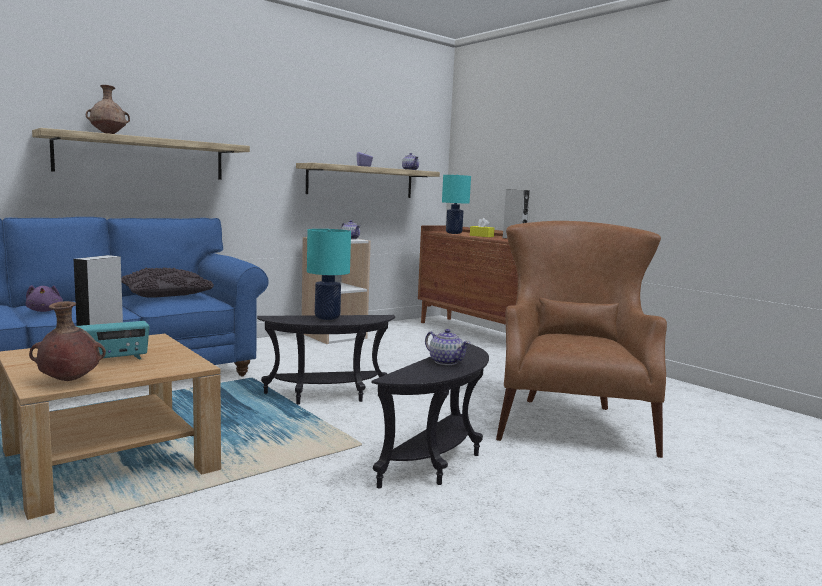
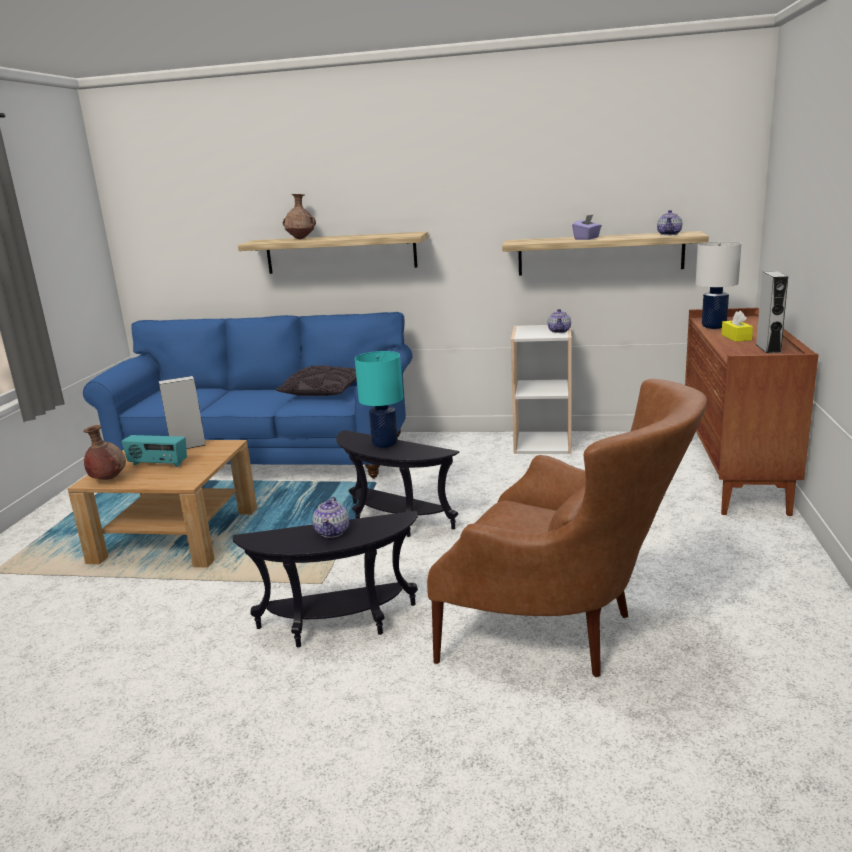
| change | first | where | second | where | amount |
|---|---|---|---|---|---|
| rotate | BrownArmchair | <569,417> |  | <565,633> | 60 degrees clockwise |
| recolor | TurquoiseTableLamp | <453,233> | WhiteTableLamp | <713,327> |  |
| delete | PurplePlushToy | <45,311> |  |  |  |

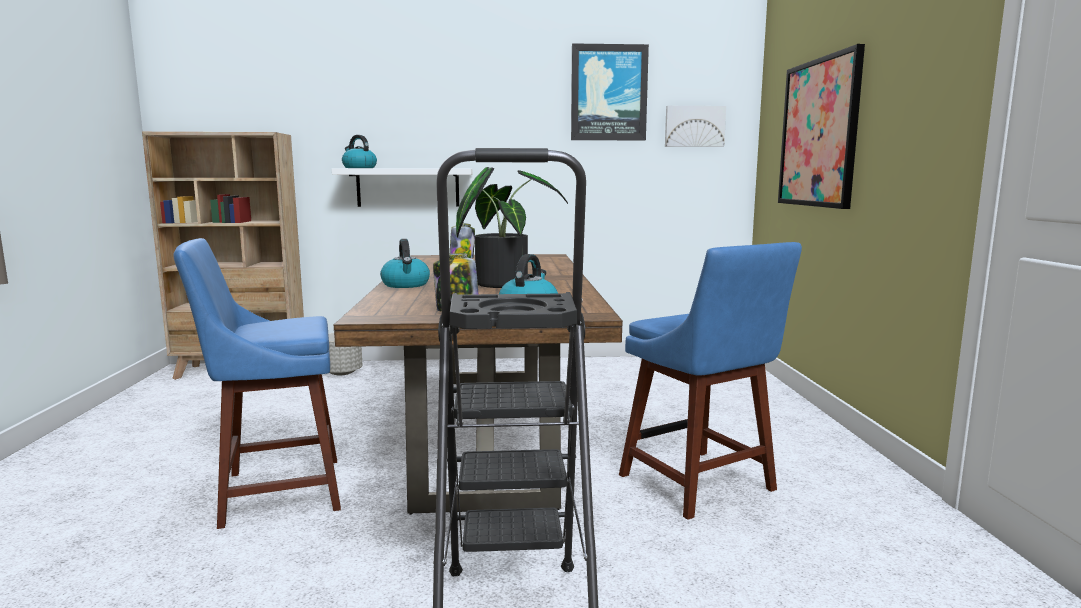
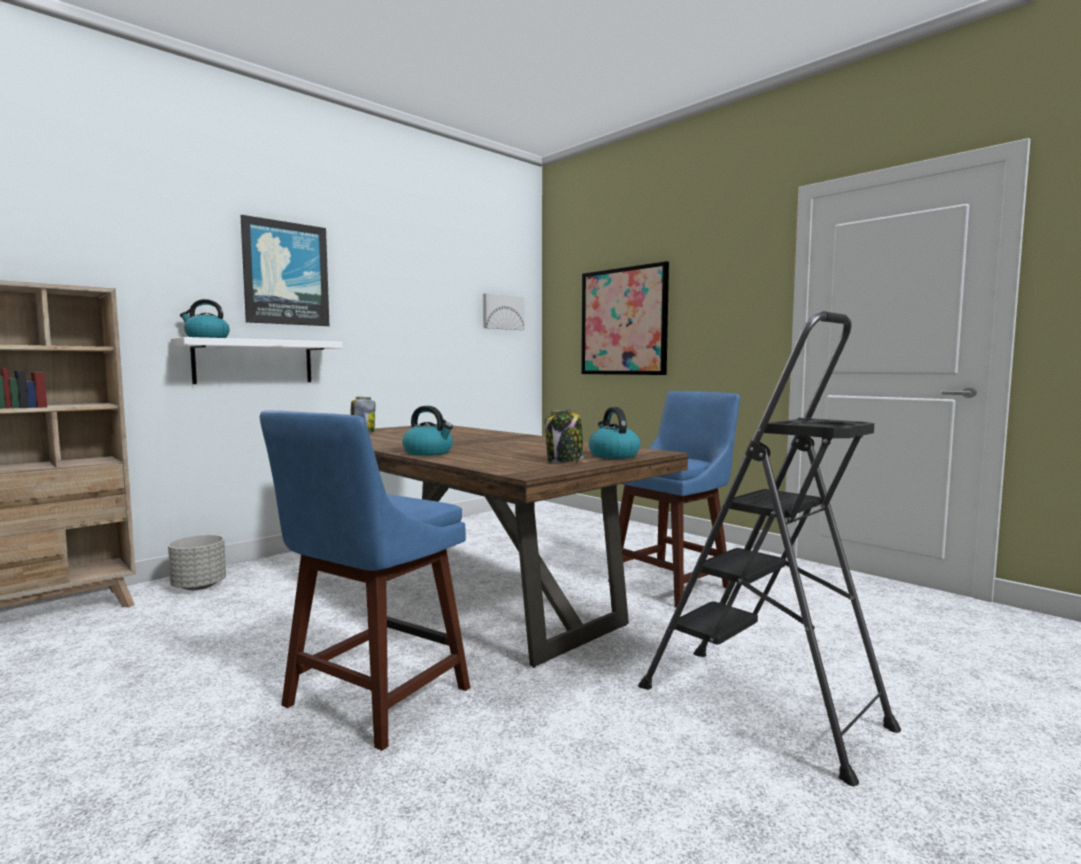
| change | first | where | second | where | amount |
|---|---|---|---|---|---|
| move | Picture | <608,93> |  | <286,273> |  |
| rotate | BlueChair | <701,485> |  | <673,583> | 60 degrees counterclockwise |
| delete | PottedPlant | <503,283> |  |  |  |

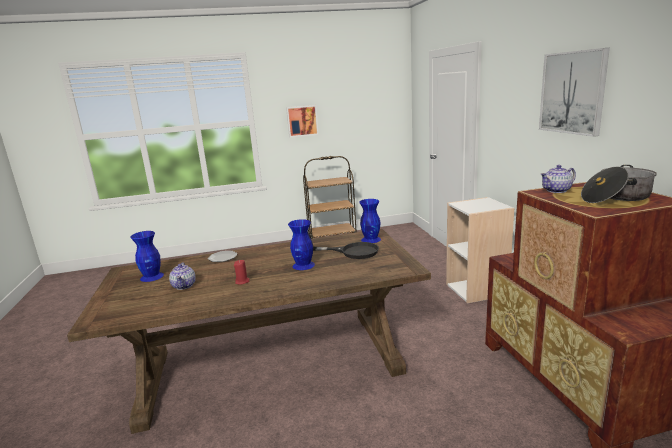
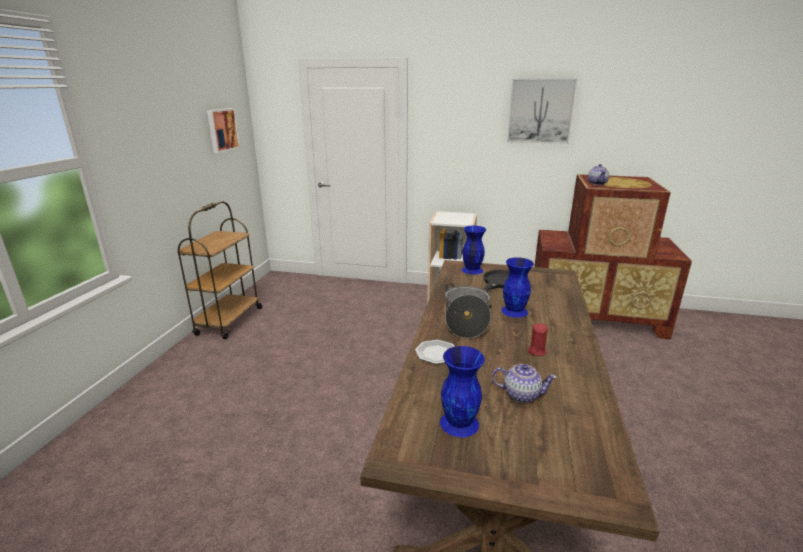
| change | first | where | second | where | amount |
|---|---|---|---|---|---|
| move | Picture | <302,121> |  | <222,130> |  |
| move | CookingPot | <616,197> |  | <466,321> |  |

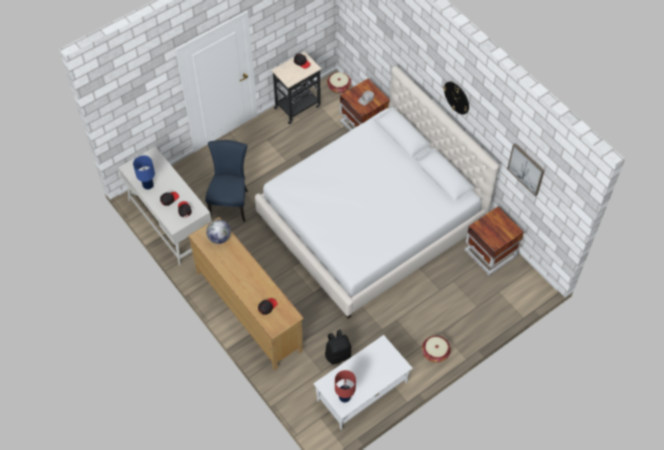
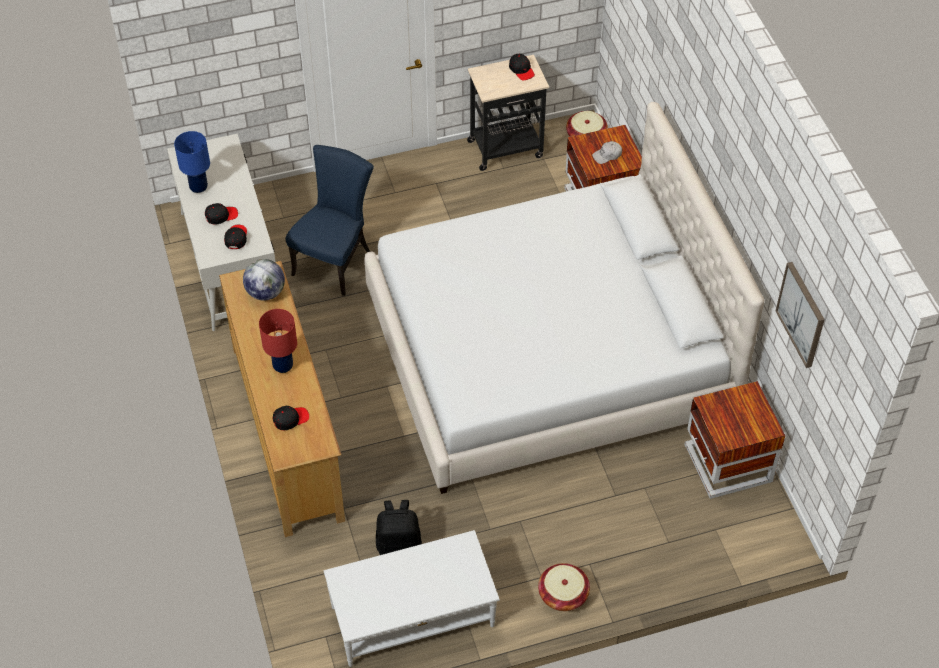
| change | first | where | second | where | amount |
|---|---|---|---|---|---|
| move | RedTableLamp | <344,397> |  | <283,366> |  |
| delete | WallClock | <457,97> |  |  |  |

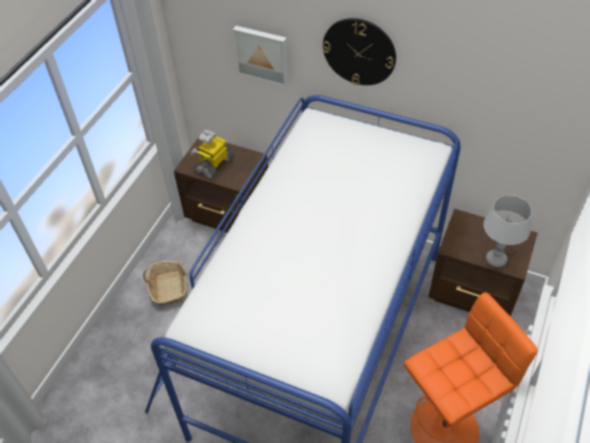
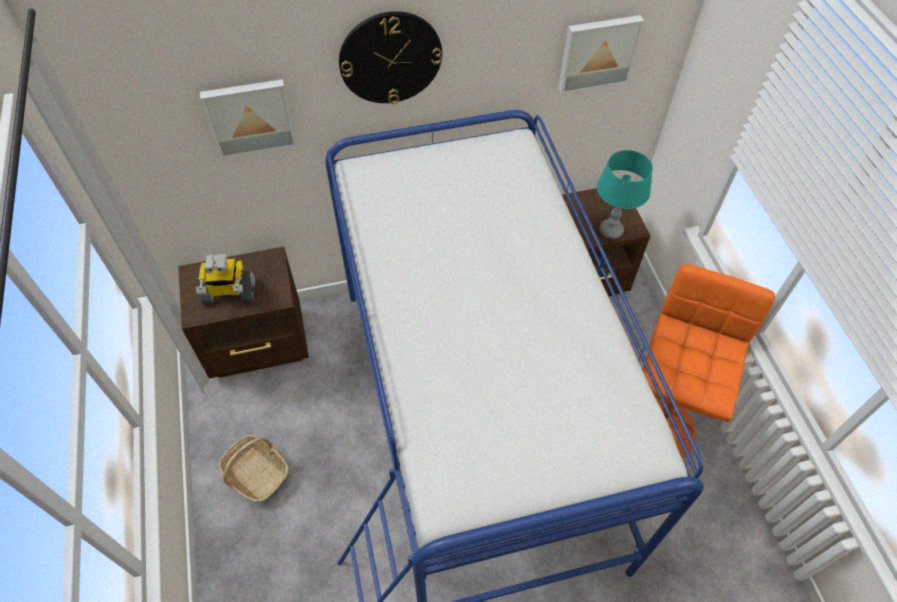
| change | first | where | second | where | amount |
|---|---|---|---|---|---|
| rotate | ToyRobot | <214,164> |  | <229,293> | 90 degrees counterclockwise |
| insert |  |  | Picture | <598,53> |  |
| recolor | GreyTableLamp | <495,259> | TurquoiseTableLamp | <610,230> |  |

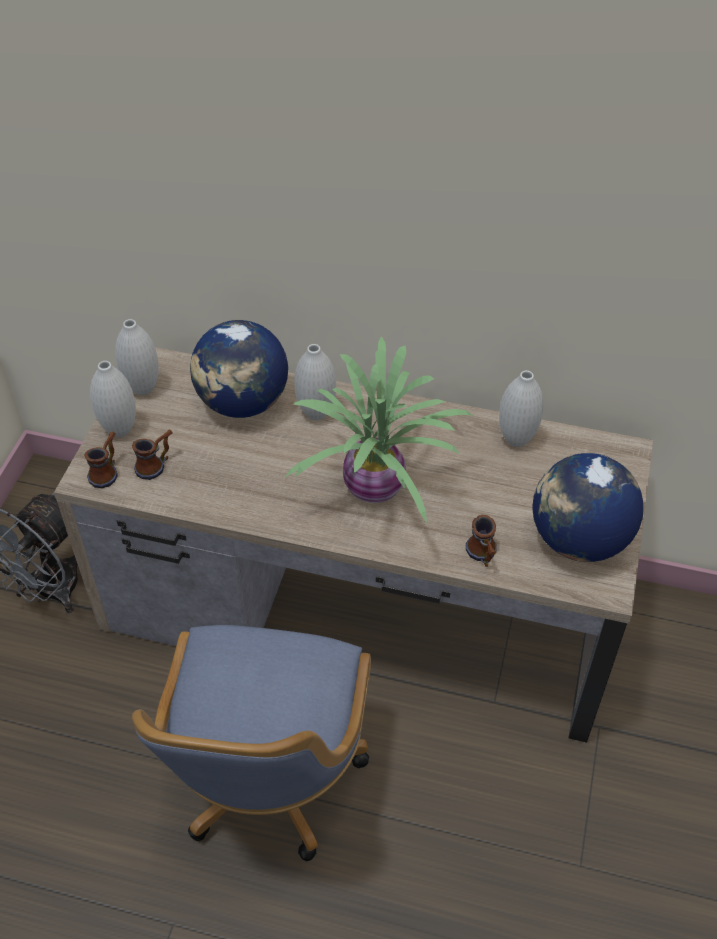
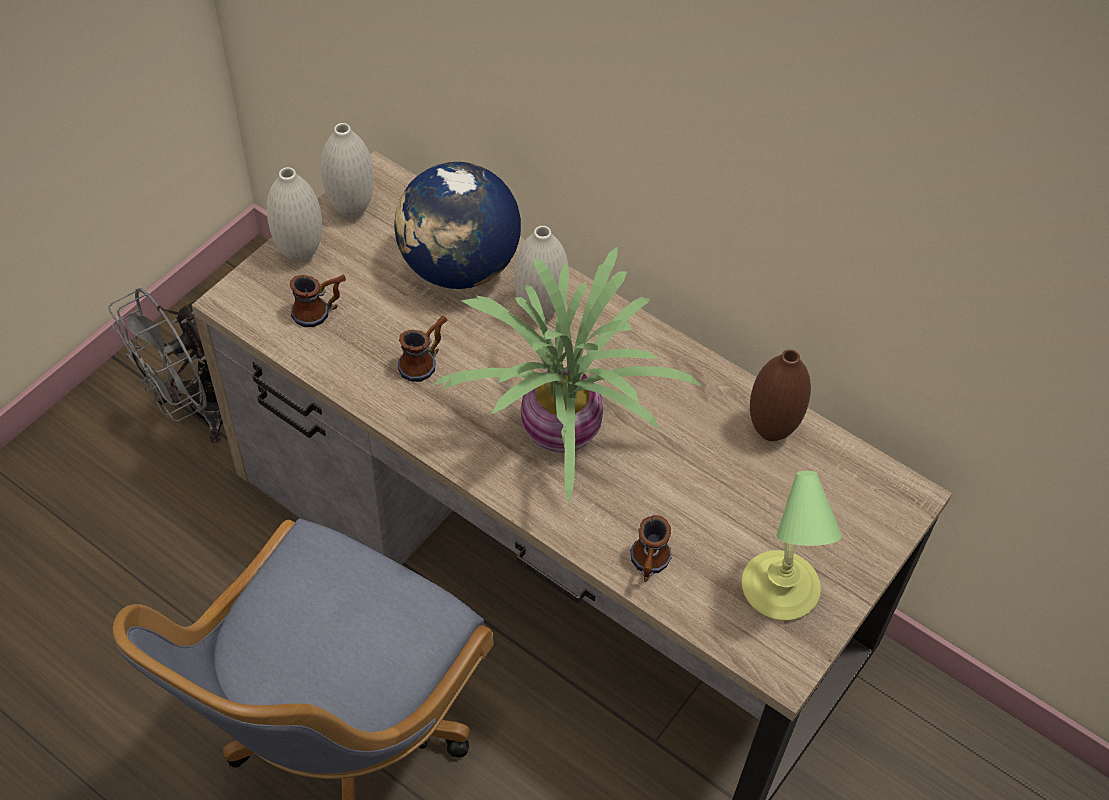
| change | first | where | second | where | amount |
|---|---|---|---|---|---|
| move | Mug | <107,471> |  | <424,361> |  |
| replace | Globe | <578,540> | TableLamp | <780,590> |  |
| recolor | WhiteVase | <516,440> | BrownVase | <771,430> |  |

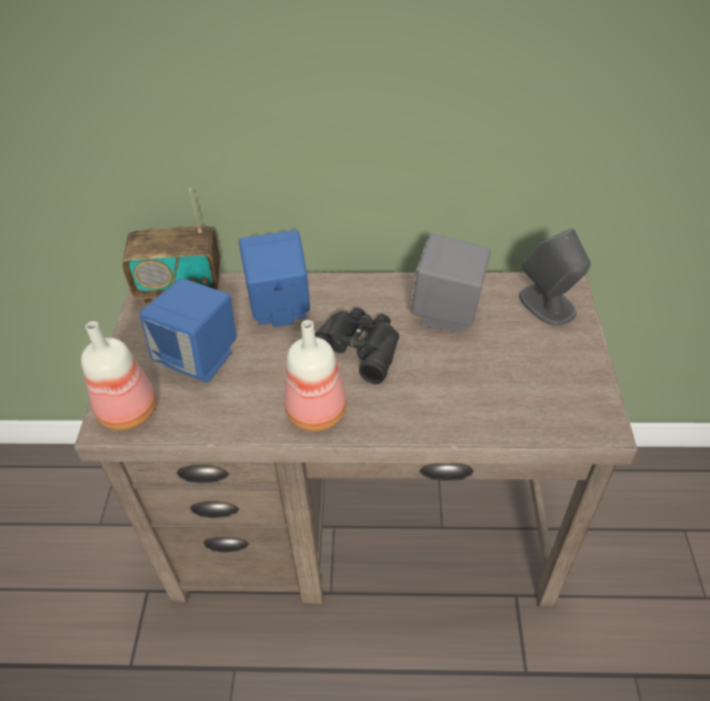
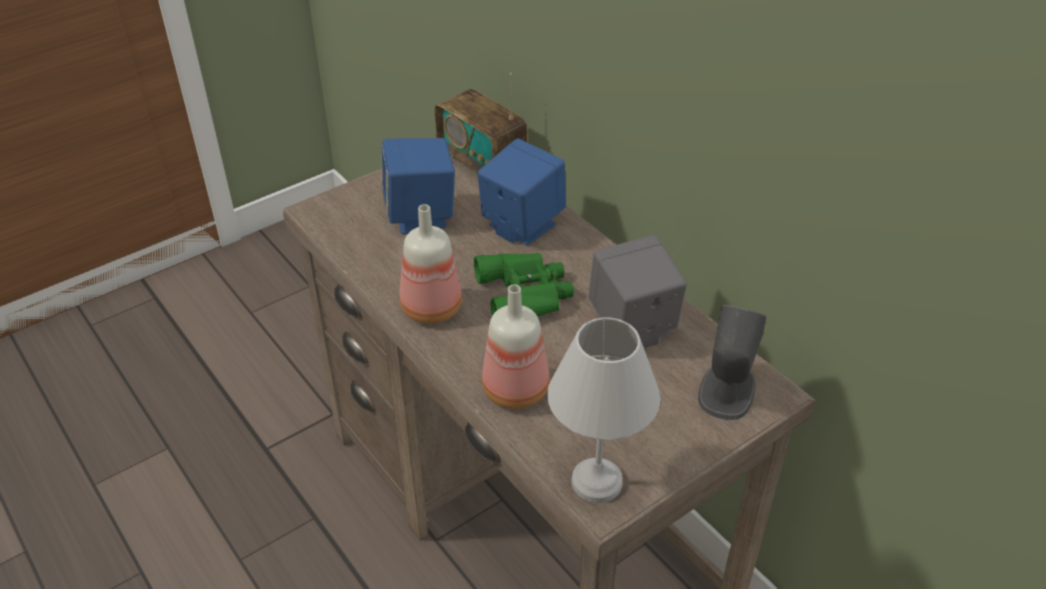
| change | first | where | second | where | amount |
|---|---|---|---|---|---|
| recolor | BlackBinoculars | <357,347> | GreenBinoculars | <526,293> |  |
| move | Bottle | <128,410> |  | <516,388> |  |
| insert |  |  | WhiteTableLamp | <599,482> |  |

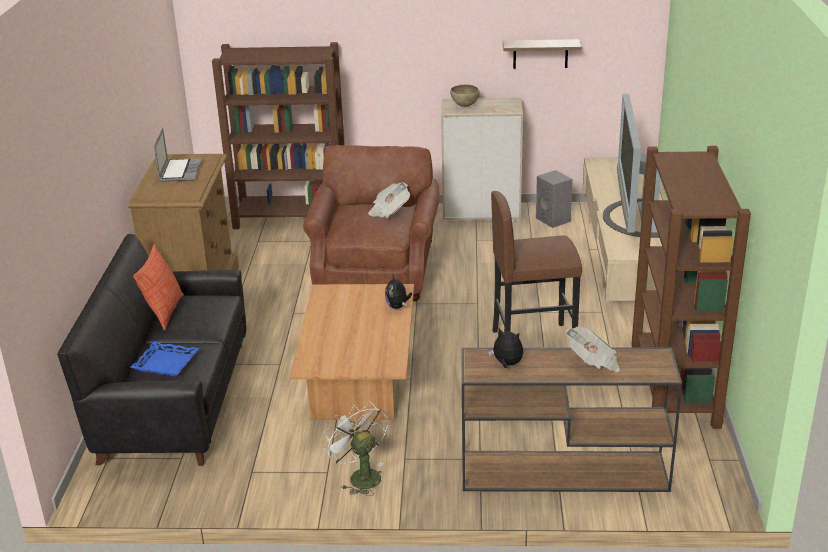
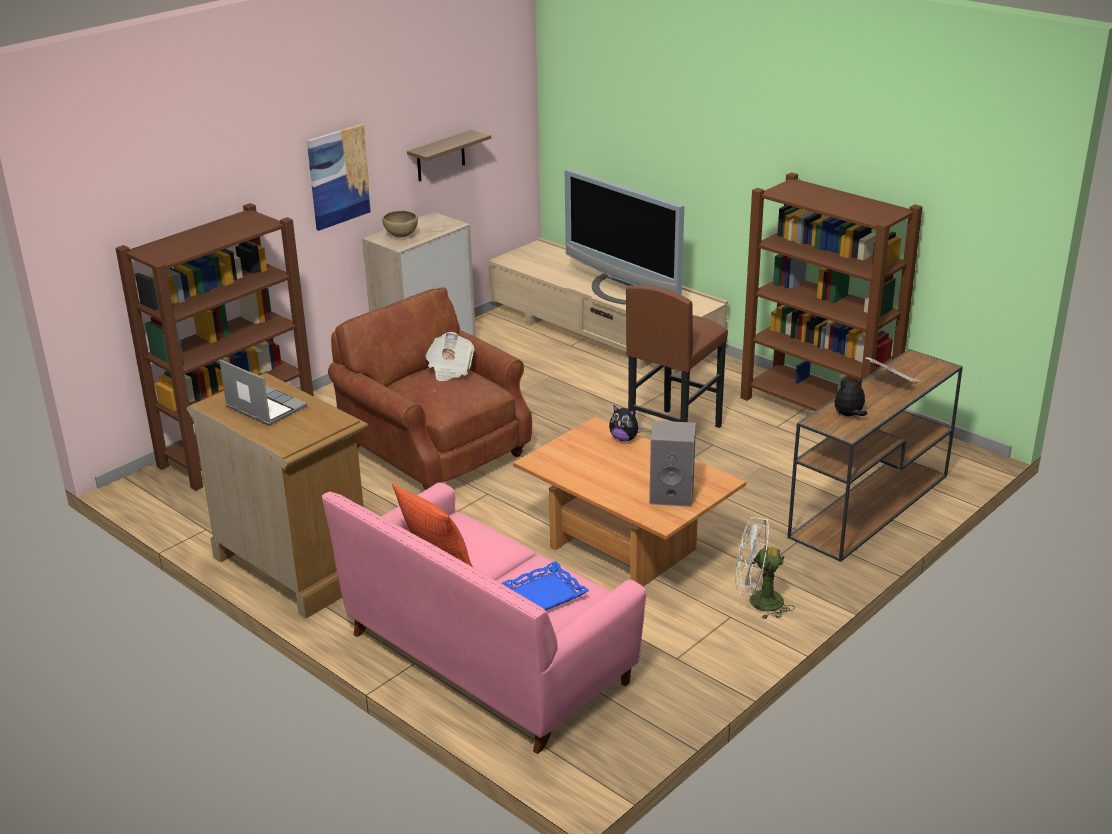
| change | first | where | second | where | amount |
|---|---|---|---|---|---|
| insert |  |  | Picture | <338,176> |  |
| recolor | BlackSofa | <174,400> | PinkSofa | <487,658> |  |
| move | GreySpeaker | <554,220> |  | <673,494> |  |

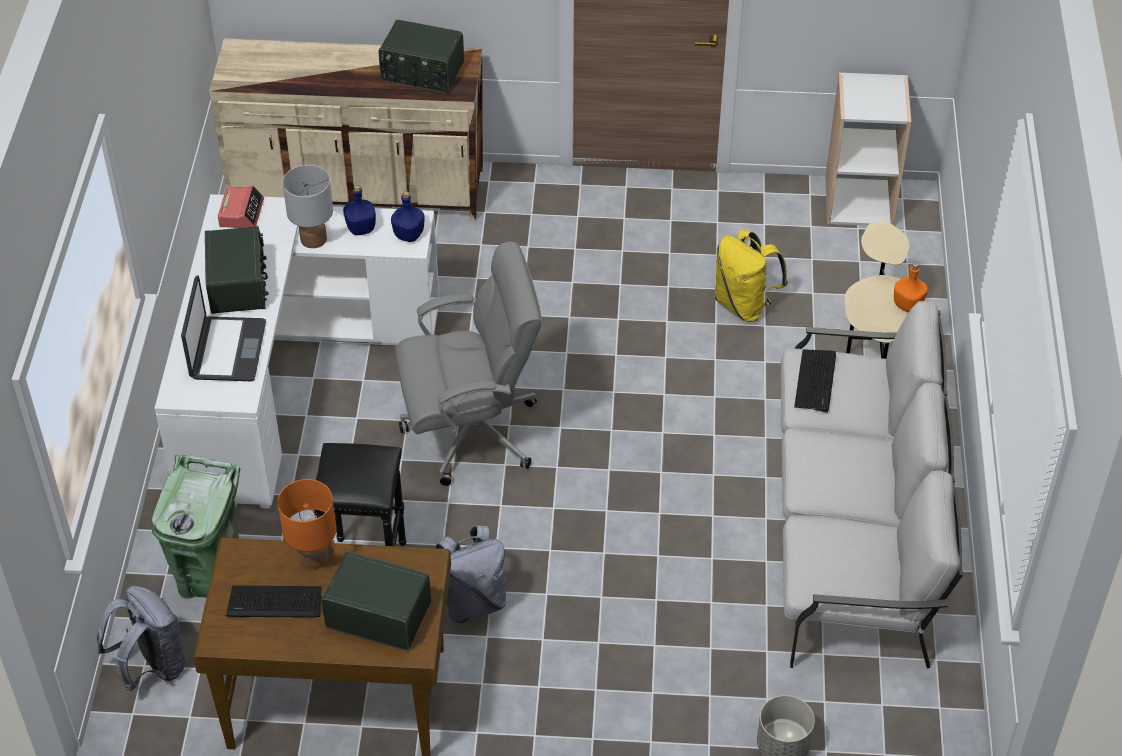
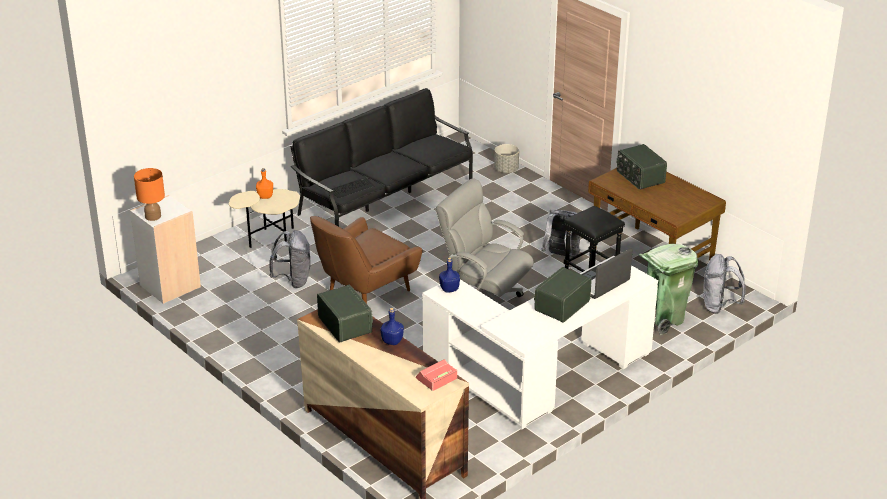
| change | first | where | second | where | amount |
|---|---|---|---|---|---|
| move | OrangeTableLamp | <314,557> |  | <153,216> |  |
| recolor | YellowBackpack | <744,305> | GreyBackpack | <293,281> |  |
| recolor | WhiteSofa | <854,528> | BlackSofa | <384,199> |  |
| insert |  |  | BrownArmchair | <364,293> |  |
| move | BlueBottle | <360,228> |  | <392,341> |  |
| move | AlarmClock | <241,213> |  | <436,379> |  |
| delete | Keyboard | <275,603> |  |  |  |
| delete | GreyTableLamp | <313,239> |  |  |  |

